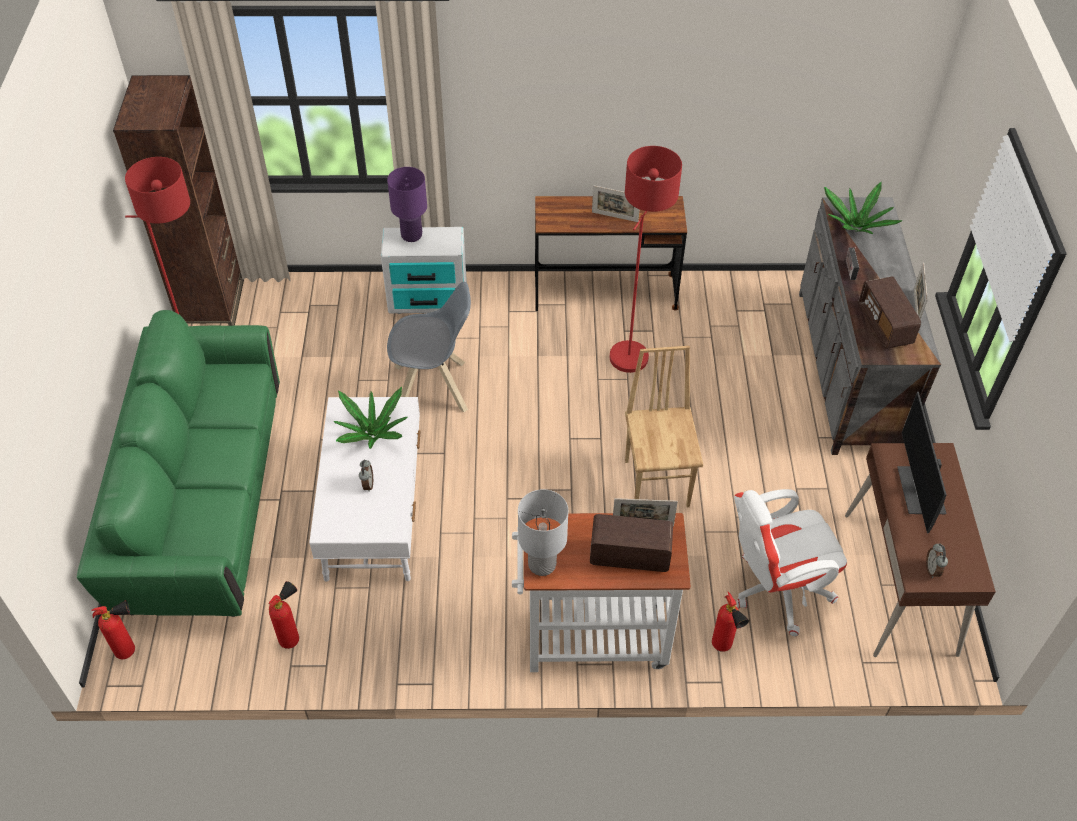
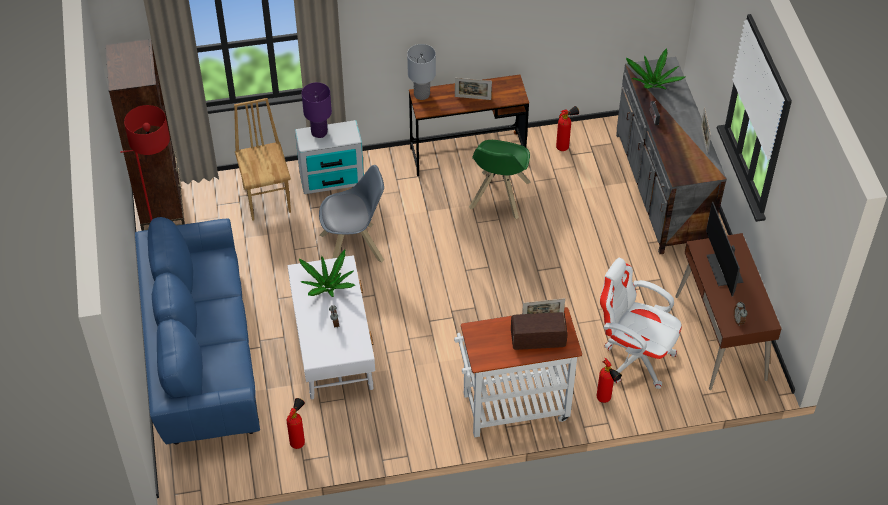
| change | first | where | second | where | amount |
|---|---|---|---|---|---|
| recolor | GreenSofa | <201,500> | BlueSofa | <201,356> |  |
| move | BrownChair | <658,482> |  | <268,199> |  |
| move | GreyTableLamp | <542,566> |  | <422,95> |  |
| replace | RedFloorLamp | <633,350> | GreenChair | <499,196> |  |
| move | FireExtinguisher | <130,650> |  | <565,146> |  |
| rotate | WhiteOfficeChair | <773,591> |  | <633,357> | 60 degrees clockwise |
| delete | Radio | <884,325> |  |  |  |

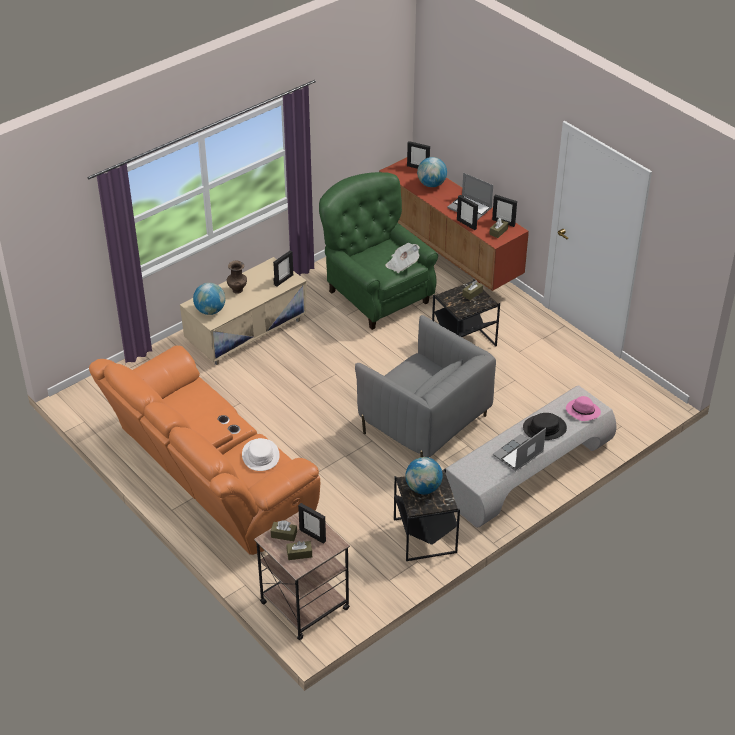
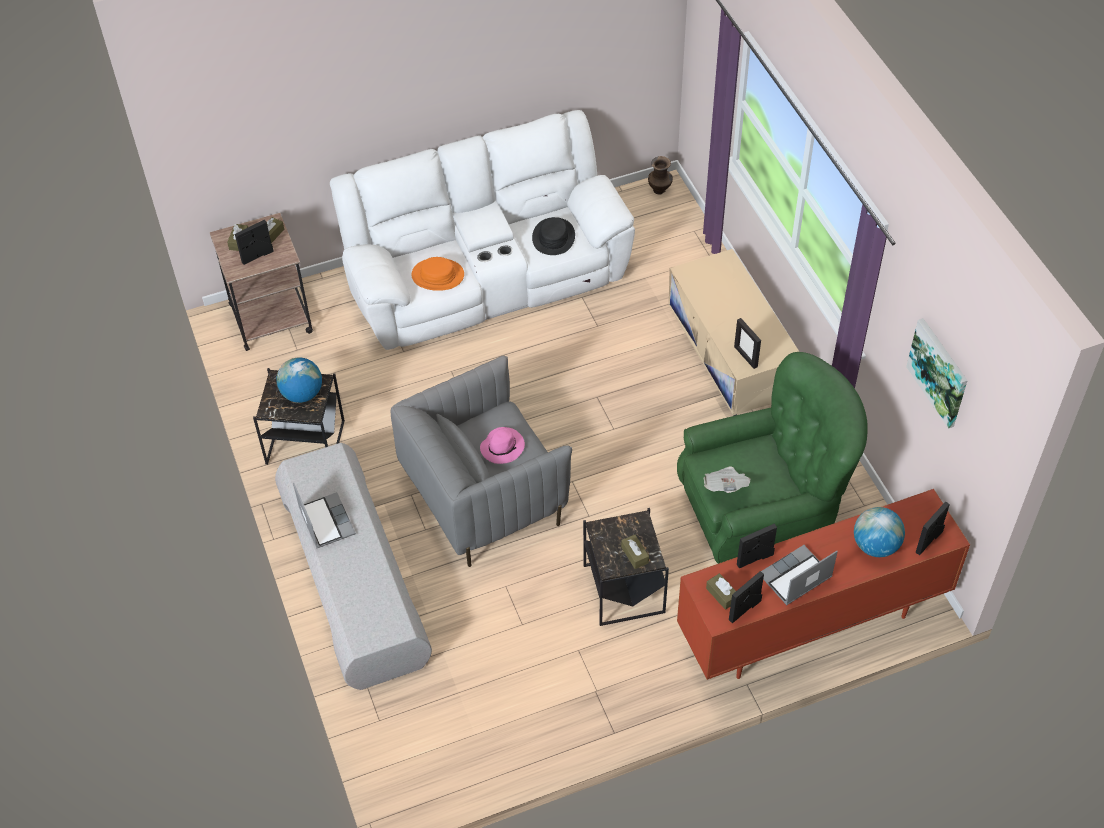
| change | first | where | second | where | amount |
|---|---|---|---|---|---|
| recolor | OrangeSofa | <208,478> | WhiteSofa | <486,276> |  |
| recolor | WhiteHat | <261,455> | OrangeHat | <438,275> |  |
| move | PinkHat | <582,411> |  | <502,447> |  |
| move | BlackHat | <544,428> |  | <553,237> |  |
| move | BrownVase | <237,290> |  | <660,190> |  |
| insert |  |  | Picture | <939,372> |  |
| delete | Globe | <210,311> |  |  |  |

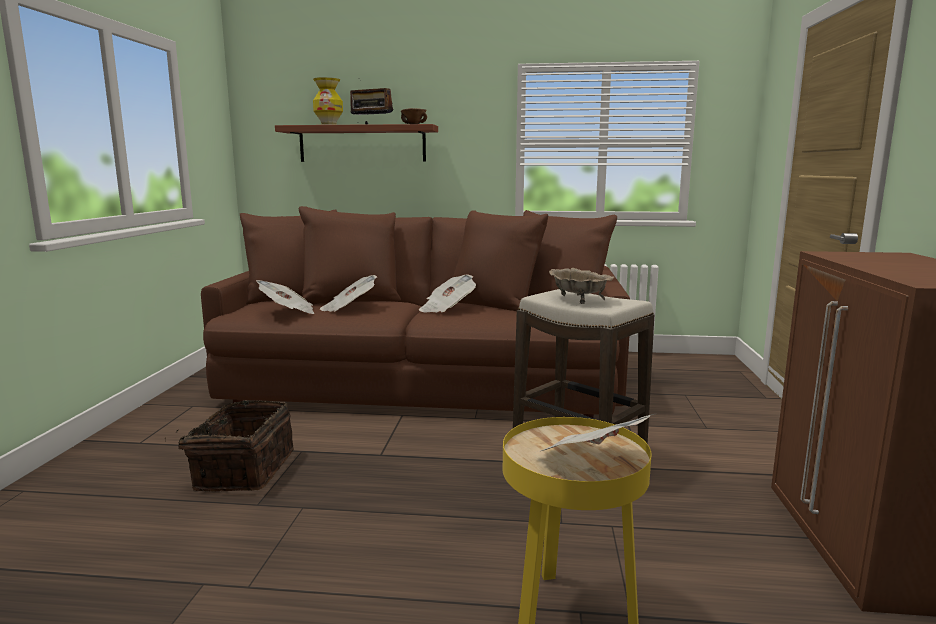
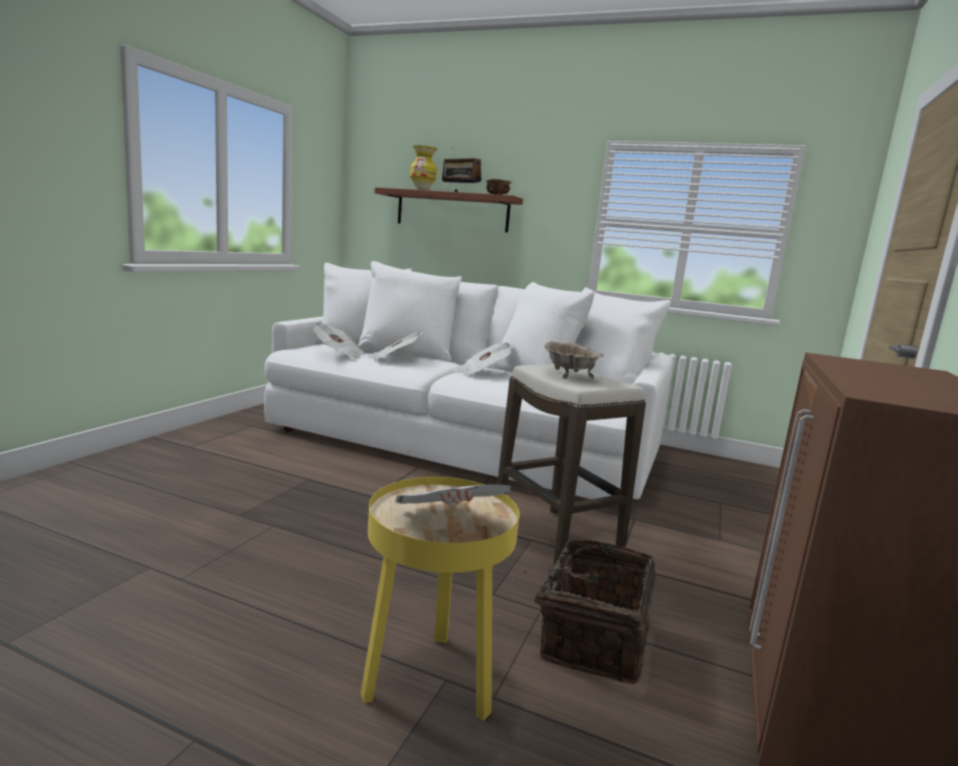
| change | first | where | second | where | amount |
|---|---|---|---|---|---|
| recolor | BrownSofa | <424,379> | WhiteSofa | <463,440> |  |
| move | Basket | <242,471> |  | <591,637> |  |

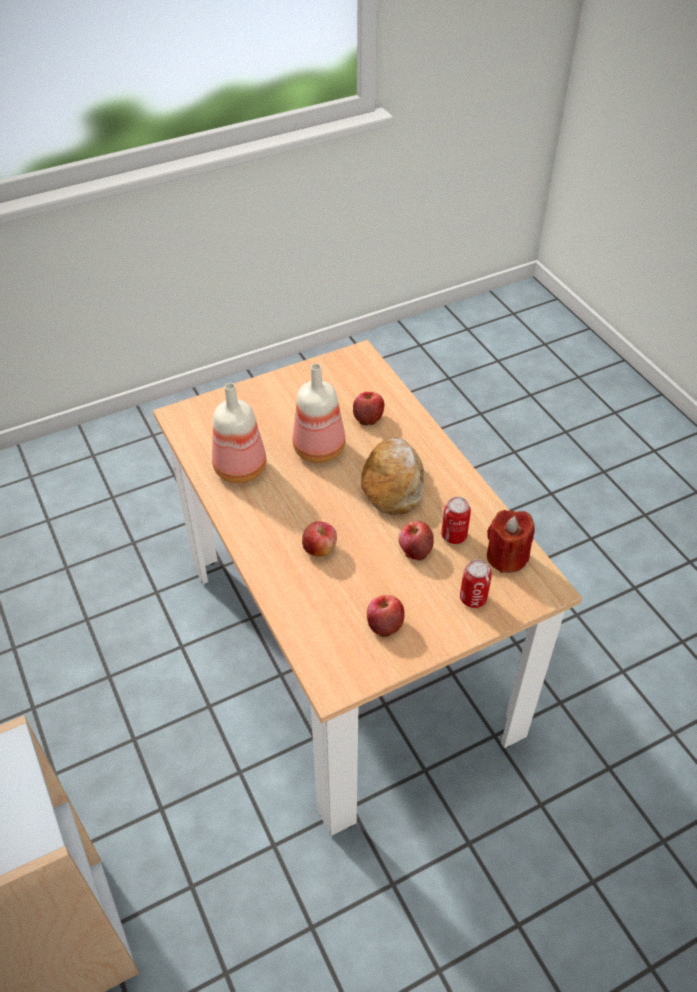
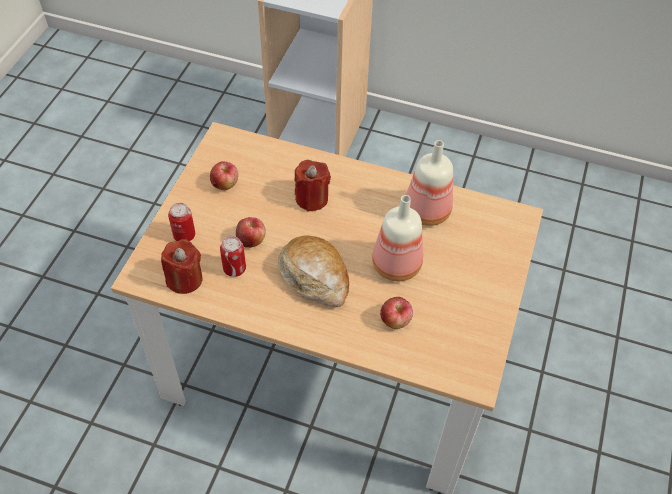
| change | first | where | second | where | amount |
|---|---|---|---|---|---|
| replace | Apple | <319,548> | RedCandle | <311,198> |  |

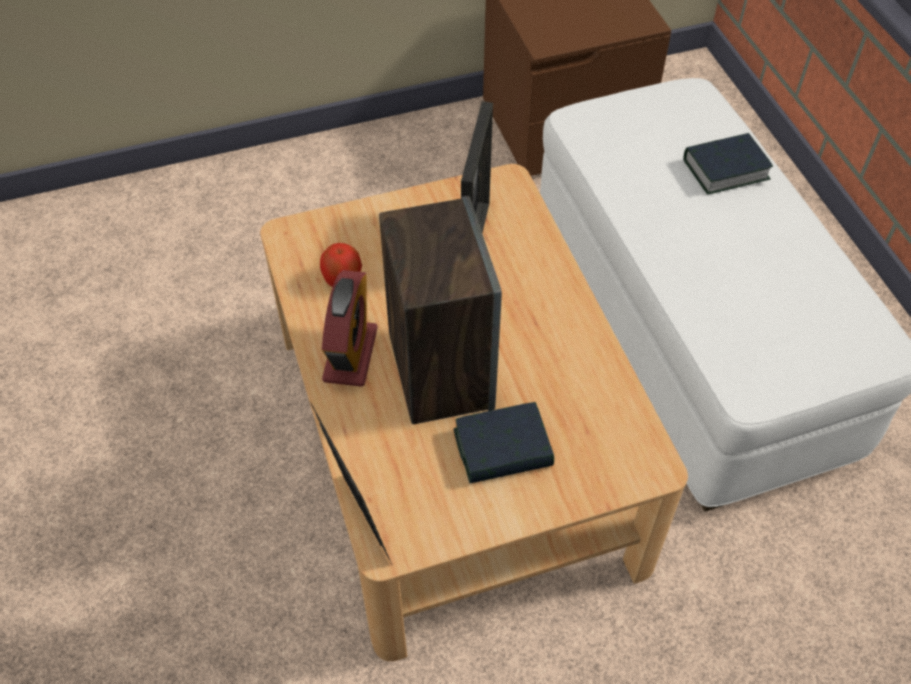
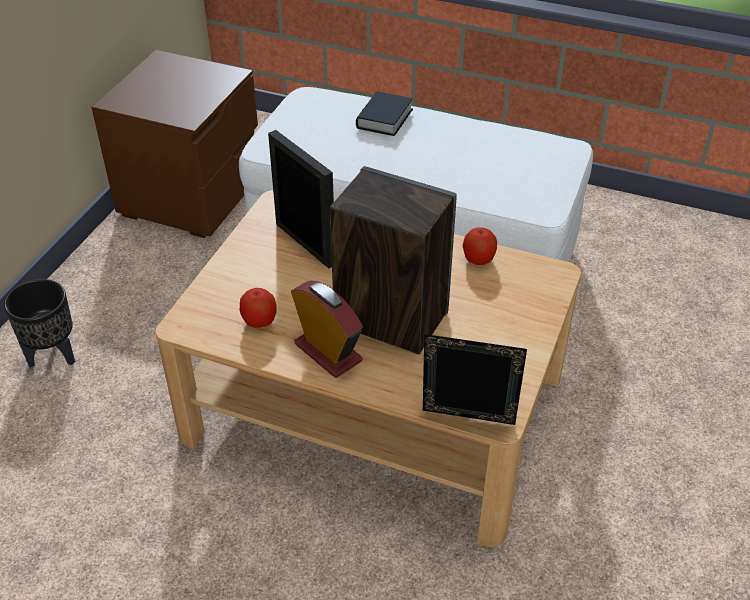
| change | first | where | second | where | amount |
|---|---|---|---|---|---|
| insert |  |  | BlackPlanter | <53,354> |  |
| insert |  |  | Apple | <478,259> |  |
| delete | Book | <503,449> |  |  |  |

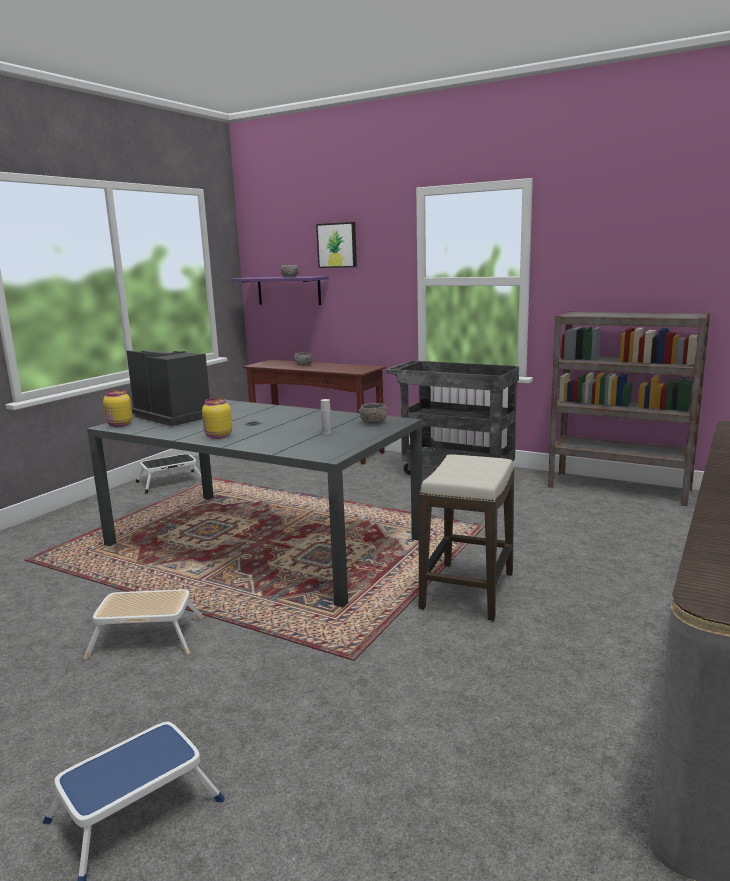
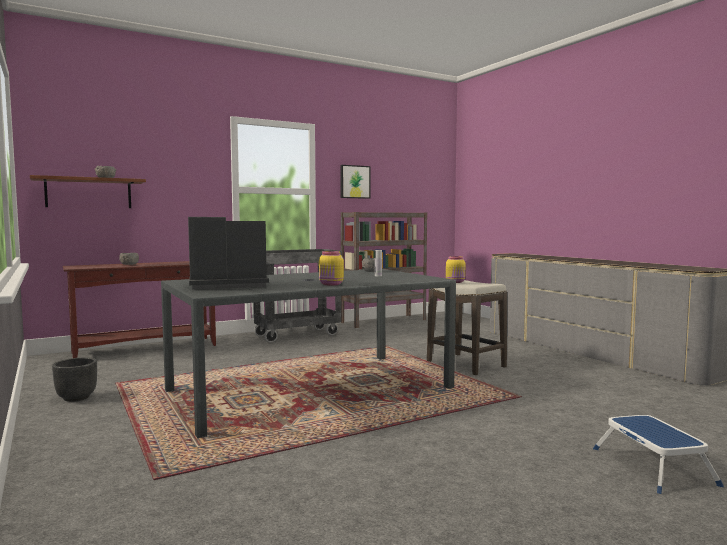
| change | first | where | second | where | amount |
|---|---|---|---|---|---|
| recolor | PurpleShelf | <289,290> | BrownShelf | <89,193> |  |
| replace | BlackStepLadder | <170,482> | BlackPlanter | <76,397> |  |
| move | Picture | <337,245> |  | <354,182> |  |
| move | YellowJar | <119,425> |  | <455,282> |  |
| delete | BeigeStepLadder | <146,637> |  |  |  |

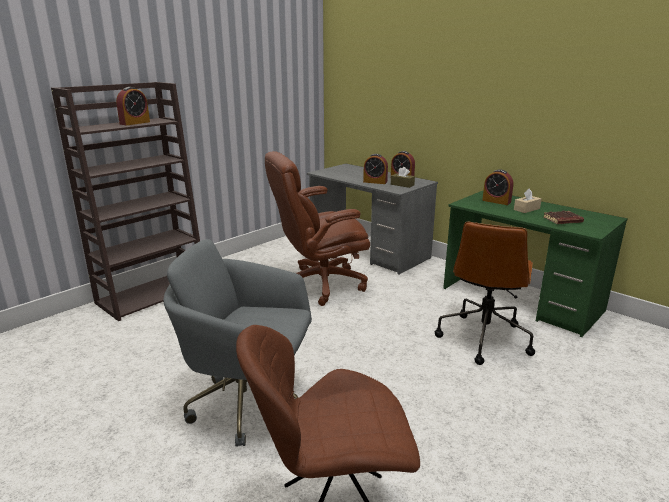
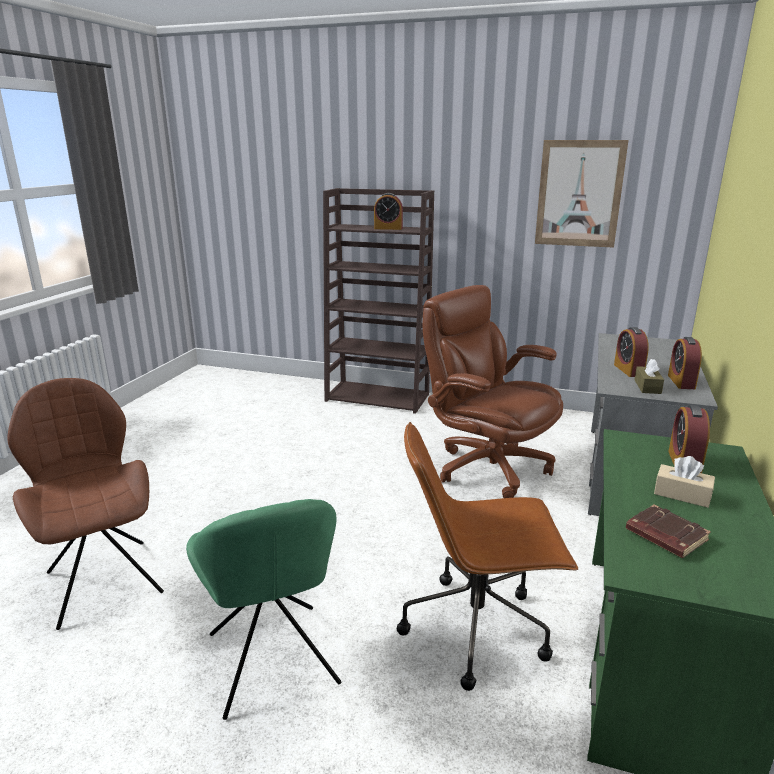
| change | first | where | second | where | amount |
|---|---|---|---|---|---|
| insert |  |  | GreenChair | <273,663> |  |
| insert |  |  | Picture | <579,194> |  |
| delete | GreyOfficeChair | <250,406> |  |  |  |

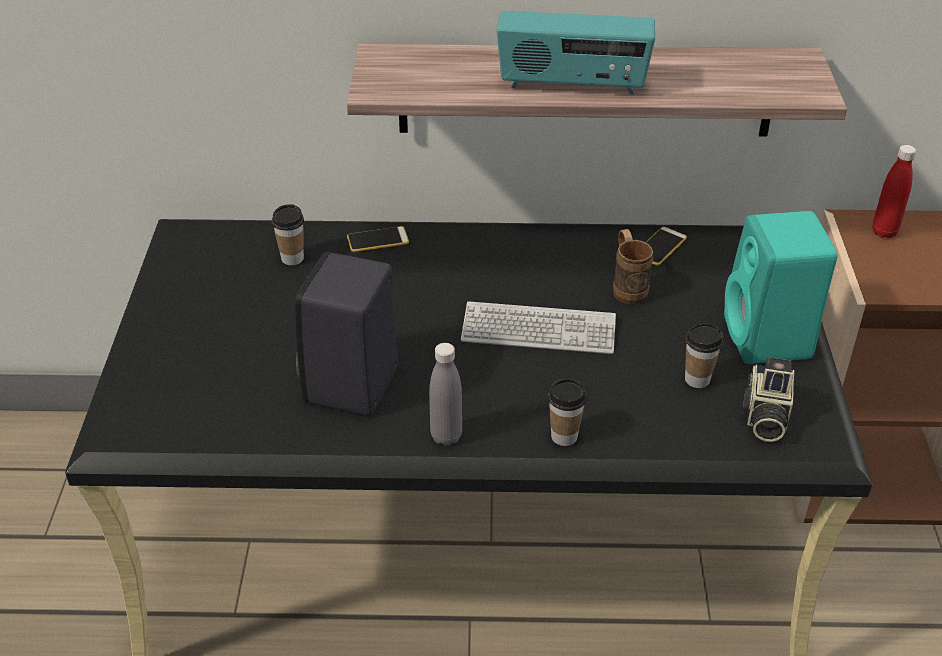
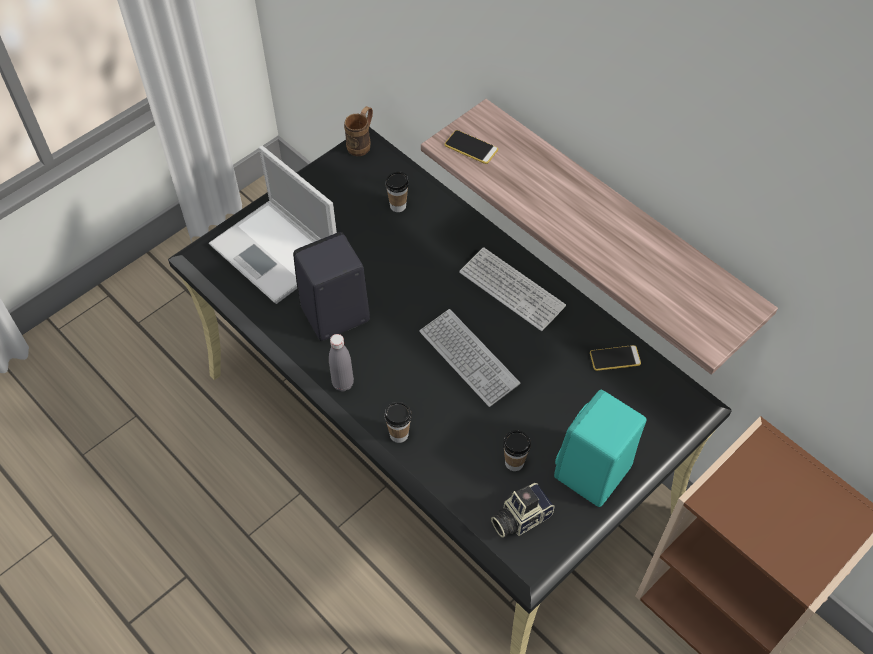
| change | first | where | second | where | amount |
|---|---|---|---|---|---|
| insert |  |  | Laptop | <276,252> |  |
| move | BrownMug | <627,287> |  | <362,144> |  |
| move | Phone | <378,240> |  | <471,147> |  |
| insert |  |  | Keyboard | <511,290> |  |
| delete | Radio | <572,85> |  |  |  |
| delete | RedBottle | <884,232> |  |  |  |

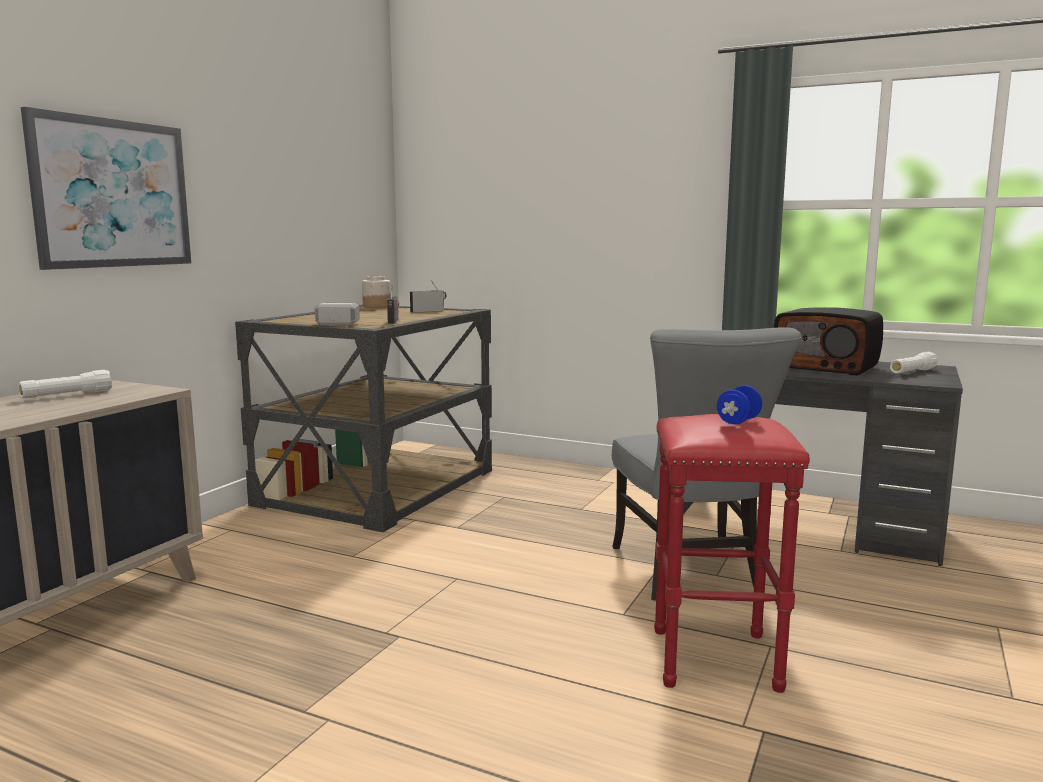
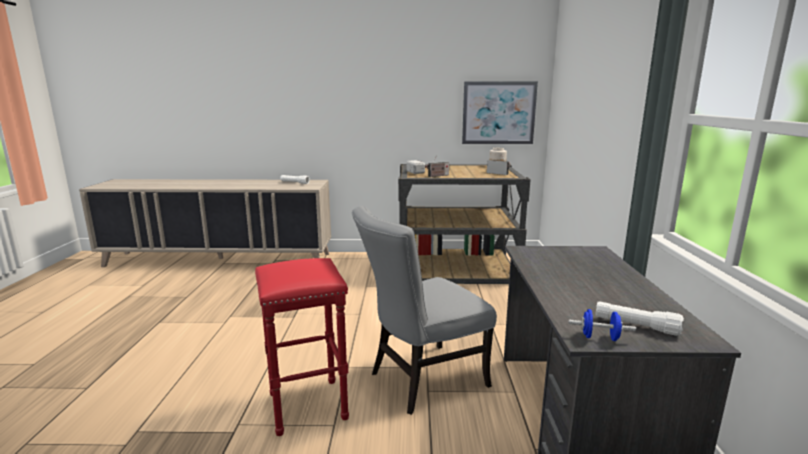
| change | first | where | second | where | amount |
|---|---|---|---|---|---|
| move | Picture | <113,193> |  | <498,113> |  |
| move | BlueDumbbell | <738,421> |  | <599,337> |  |
| delete | Radio | <826,367> |  |  |  |

